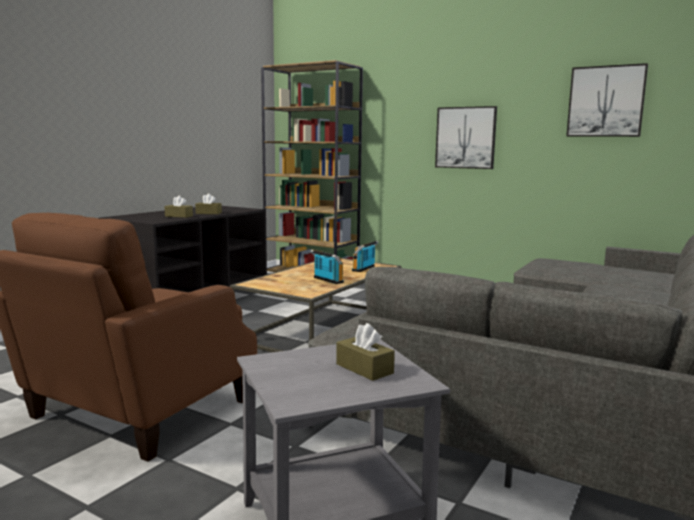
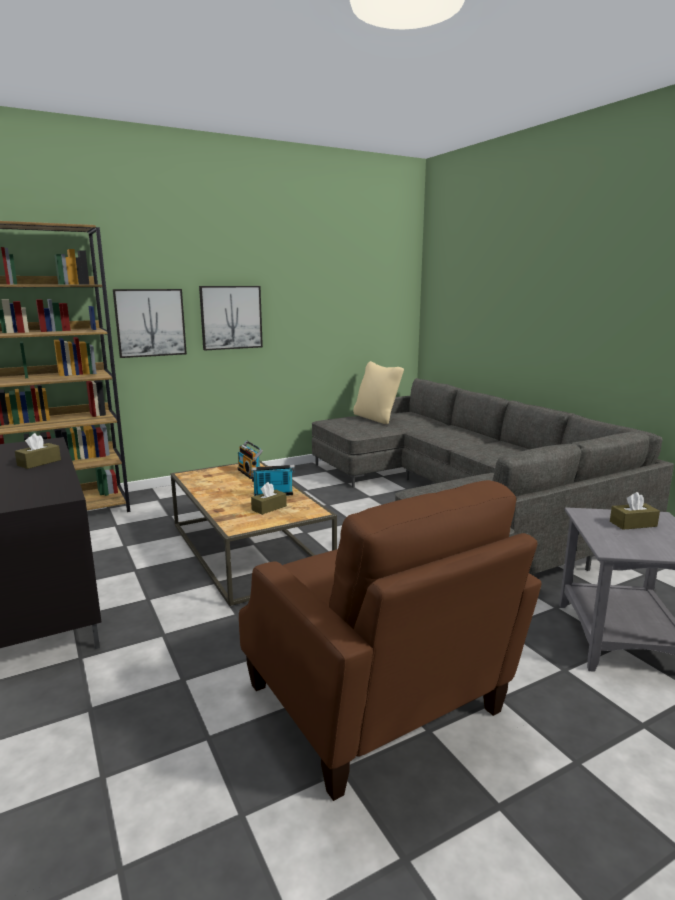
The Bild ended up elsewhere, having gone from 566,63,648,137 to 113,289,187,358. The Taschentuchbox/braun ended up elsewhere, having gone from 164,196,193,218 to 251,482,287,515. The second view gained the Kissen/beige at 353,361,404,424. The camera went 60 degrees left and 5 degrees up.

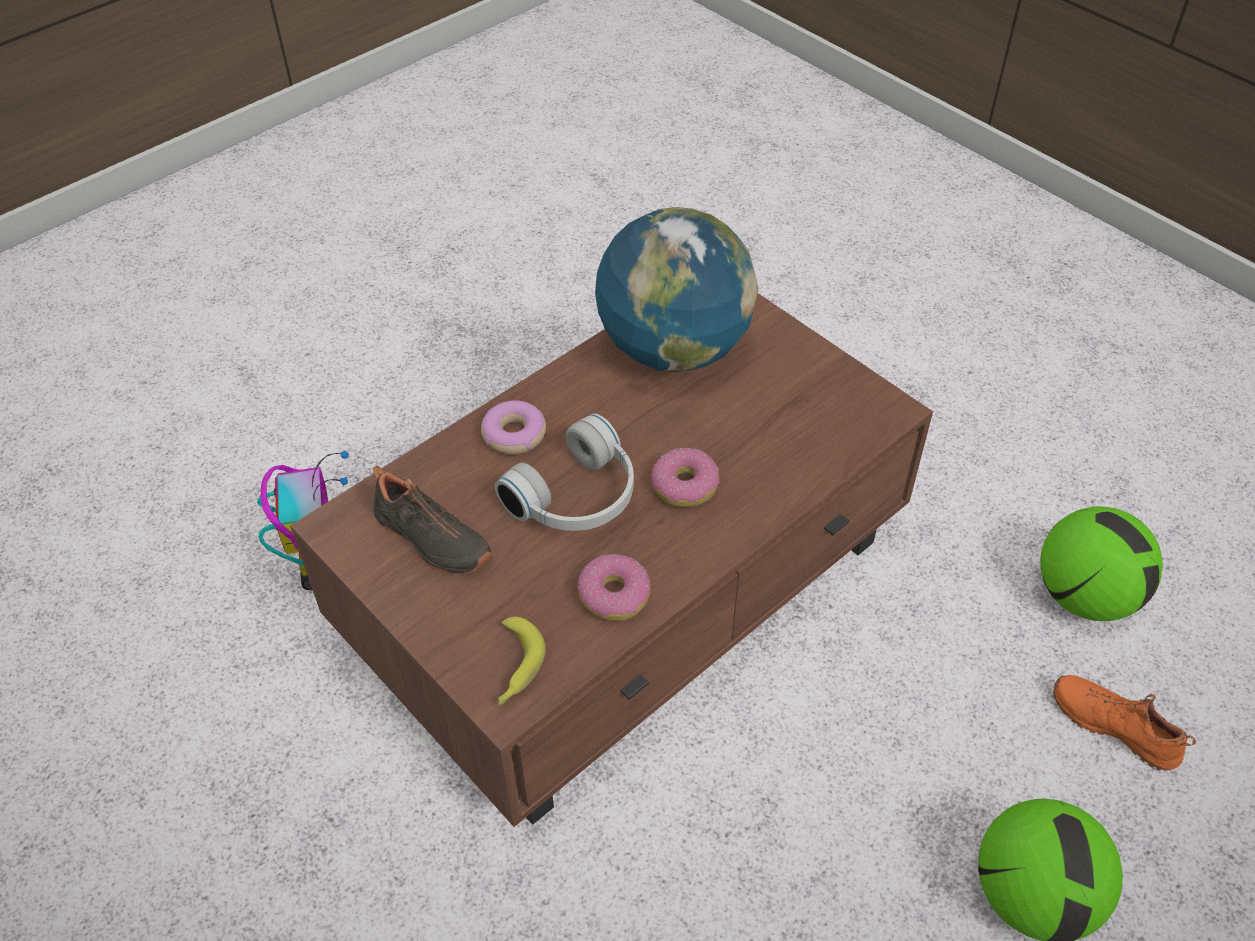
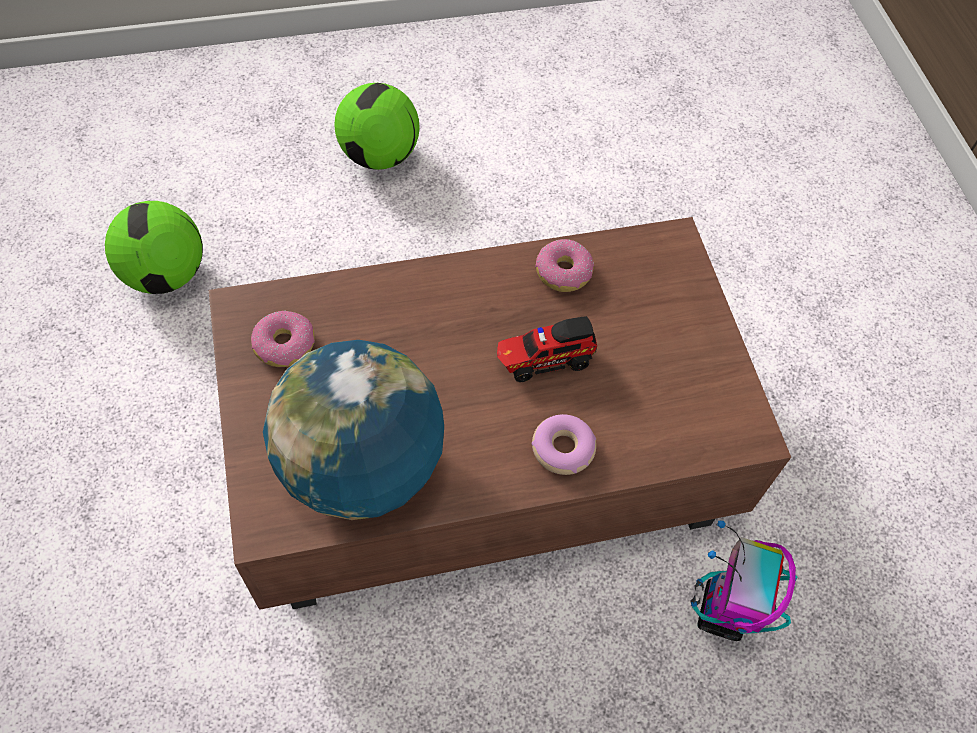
The Donut ended up elsewhere, having gone from 651,448,719,507 to 251,311,315,367. Where the Kopfhörer/weiß stood at 495,414,634,531, the Spielzeuglaster came to stand at 497,316,597,382. The second view lost the Schuh/schwarz at 372,466,492,574. The second view lost the Banane at 498,617,546,705. The second view lost the Schuh/orange at 1053,675,1196,771. The camera went 155 degrees left and 10 degrees up.

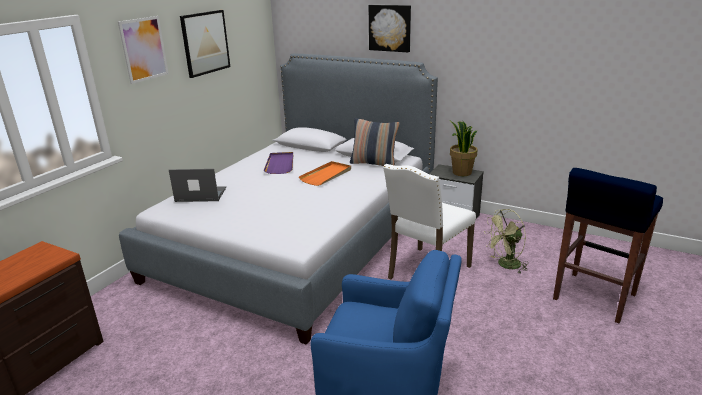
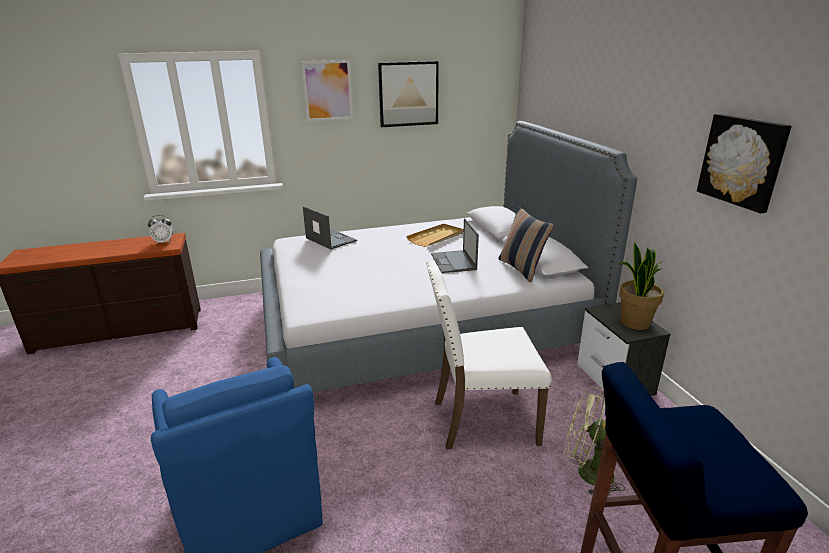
The second view gained the Wecker at 148,215,173,244. What was the Tablett/lila at 264,152,293,174 turned into the Tablett/beige at 406,224,463,247. Where the Tablett/orange stood at 299,161,351,186, the Laptop came to stand at 431,218,479,273. The Bild ended up elsewhere, having gone from 369,5,411,52 to 697,114,792,213. The camera went 45 degrees right and 0 degrees up.

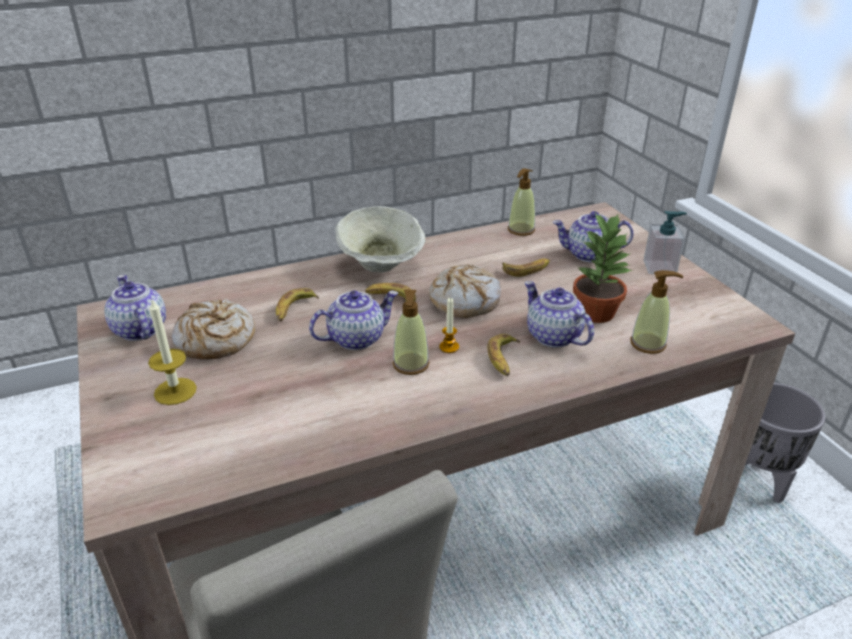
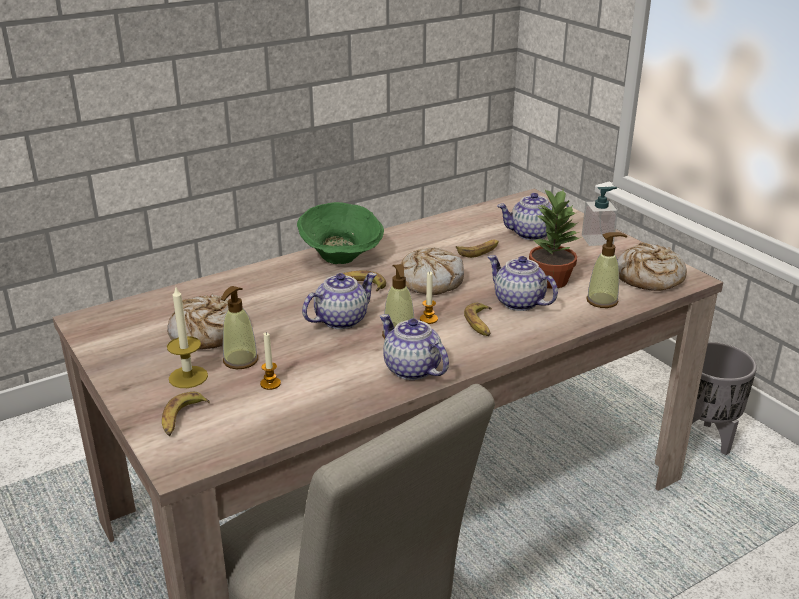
The Banane ended up elsewhere, having gone from 276,288,319,322 to 162,392,210,436. The Seifenspender ended up elsewhere, having gone from 508,168,535,236 to 221,286,258,369. The second view gained the Kerze at 260,332,281,390. What was the Schüssel/beige at 335,206,426,272 turned into the Schüssel/grün at 297,202,384,264. The Teekanne ended up elsewhere, having gone from 104,275,166,341 to 380,314,449,380. The second view gained the Brot at 617,243,687,291. The camera went 10 degrees left and 5 degrees down.

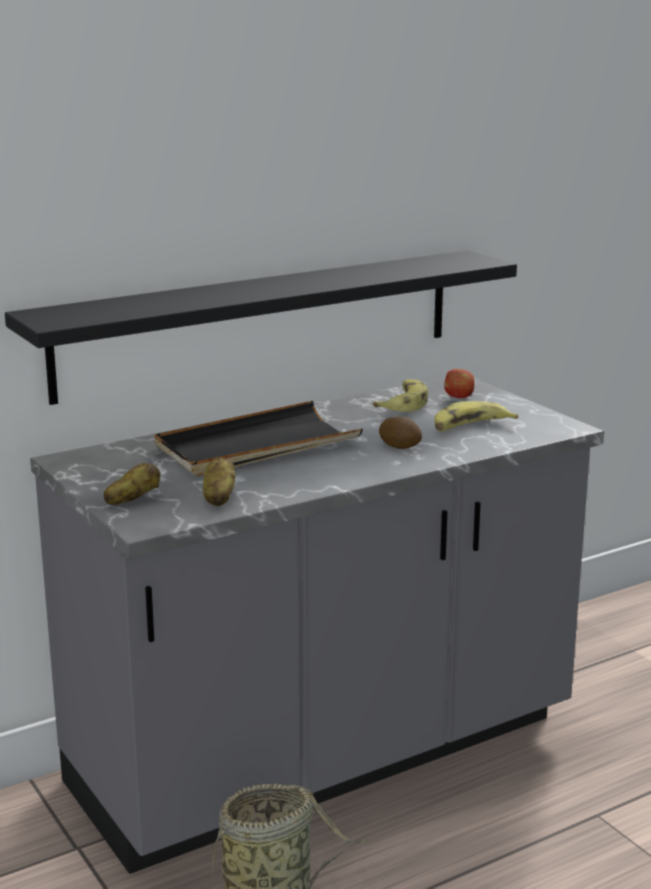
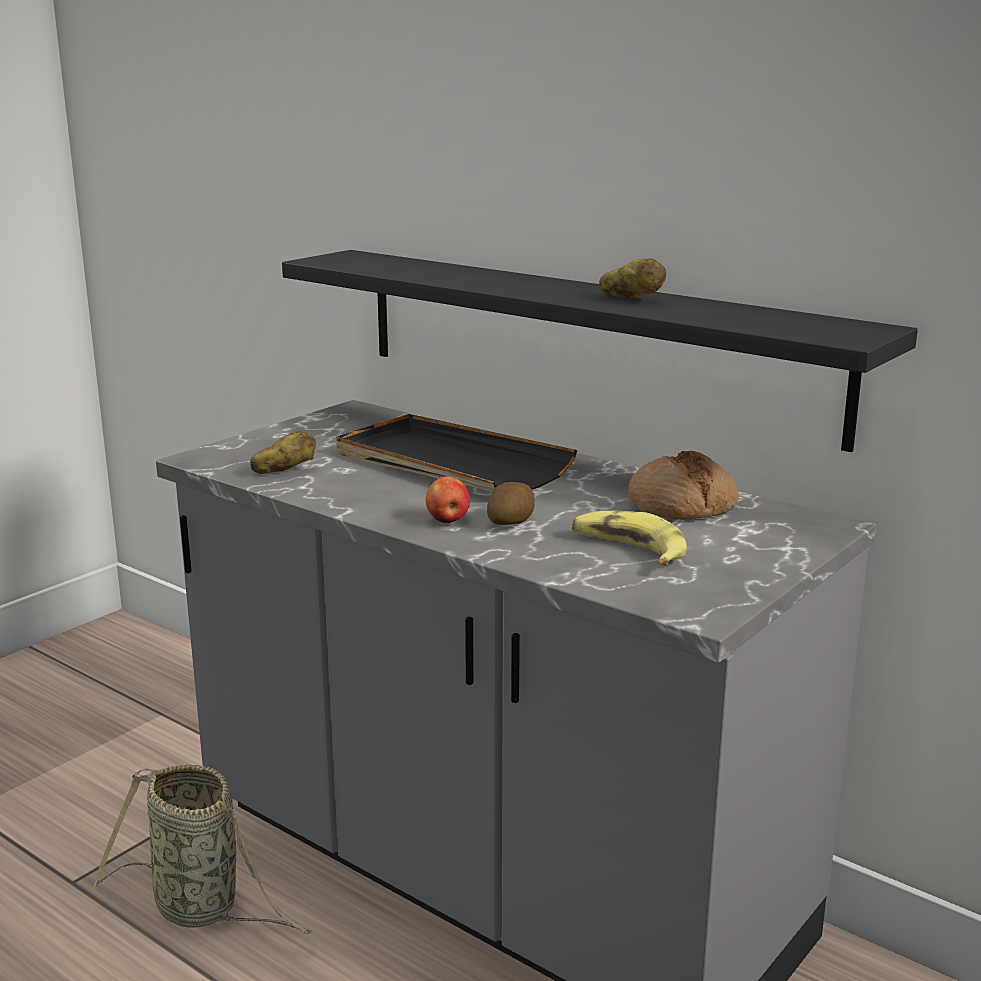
The Apfel ended up elsewhere, having gone from 444,369,475,398 to 426,477,470,523. The Kartoffel ended up elsewhere, having gone from 104,463,160,505 to 599,258,666,298. Where the Banane stood at 373,379,428,412, the Brot came to stand at 628,451,739,520. The camera went 70 degrees right and 0 degrees up.

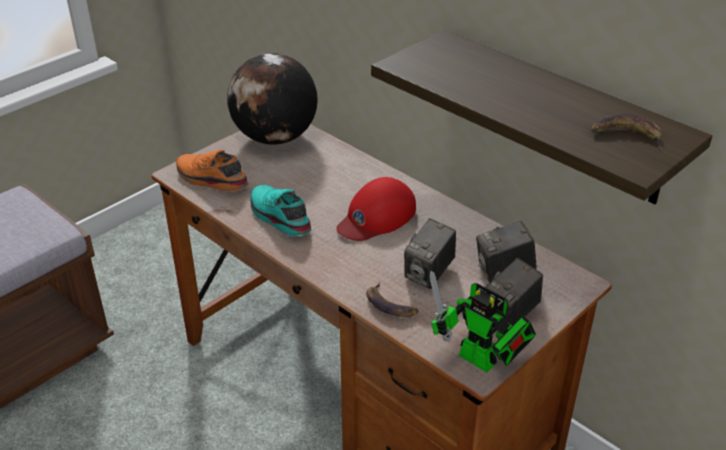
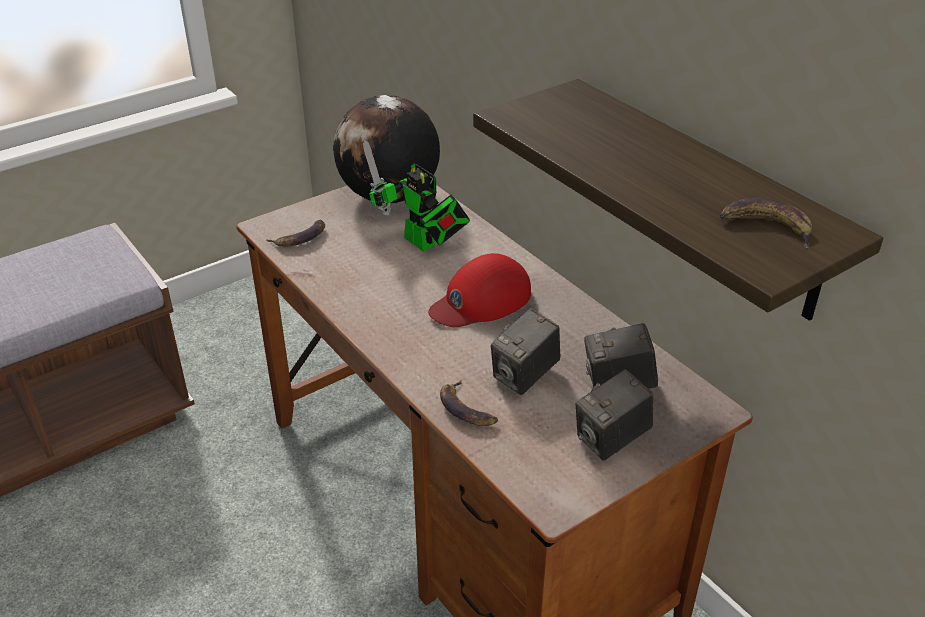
Where the Schuh/orange stood at 176,150,249,192, the Banane came to stand at 267,220,325,247. The Spielzeugroboter ended up elsewhere, having gone from 430,271,536,372 to 363,140,470,251. The second view lost the Schuh/türkis at 250,185,312,237. The camera went 10 degrees right and 0 degrees up.

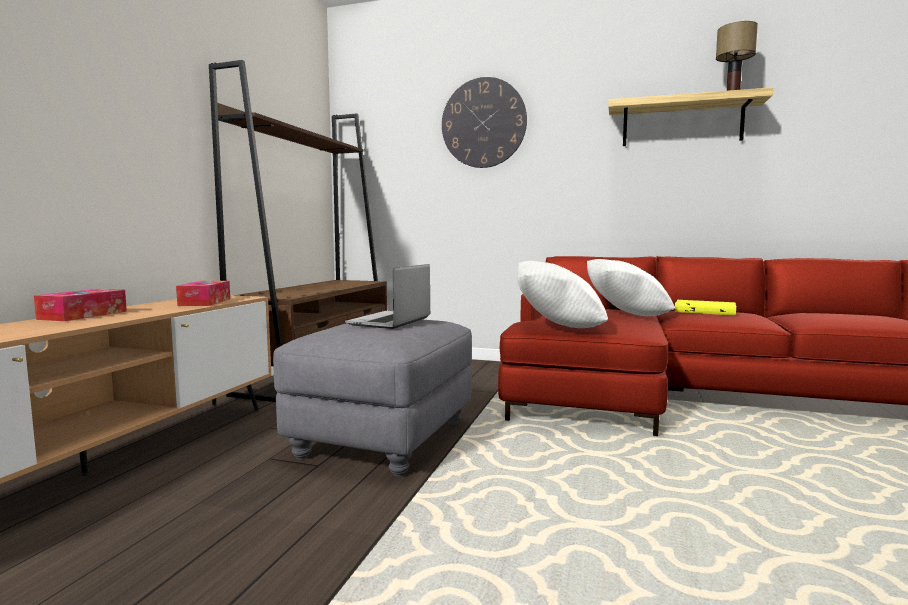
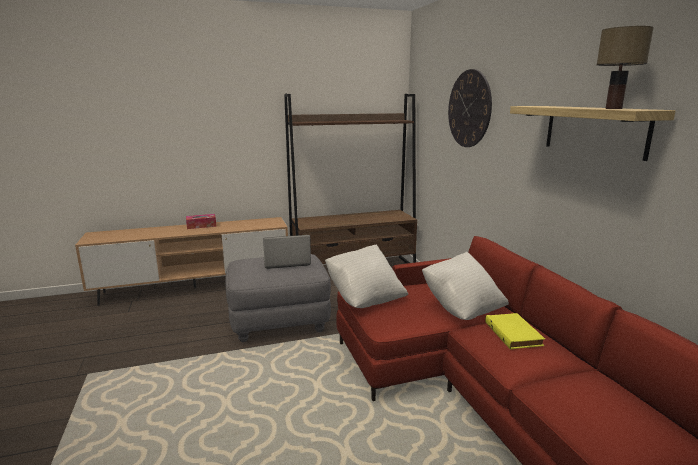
The second view lost the Taschentuchbox at 176,281,230,306. The camera went 55 degrees right and 10 degrees up.

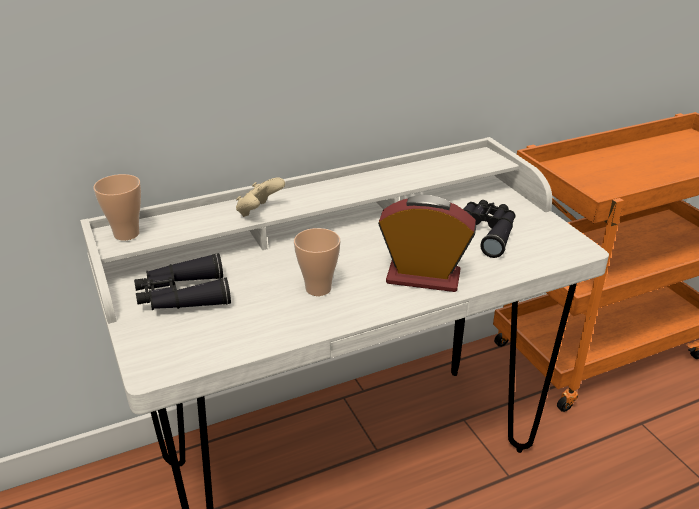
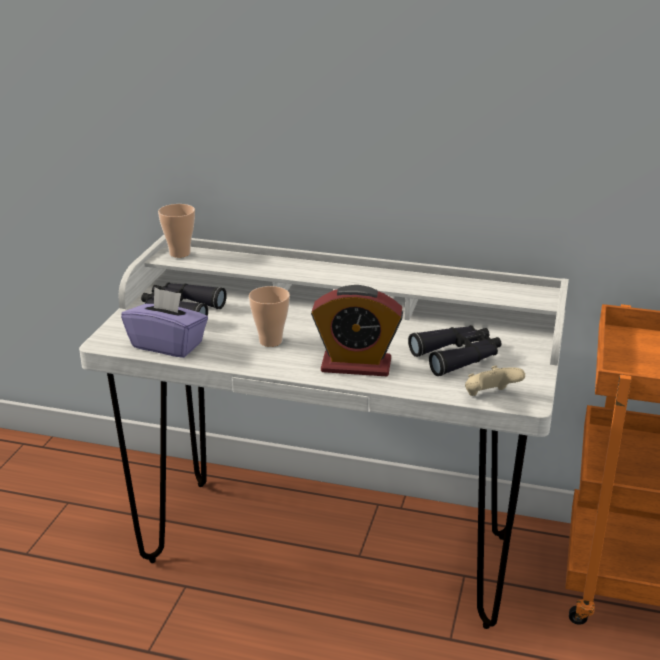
The second view gained the Taschentuchbox/lila at 121,287,208,358. The Wecker at 378,195,476,292 ended up facing another way, 135 degrees clockwise from before. The Gamepad/beige ended up elsewhere, having gone from 236,177,285,217 to 465,365,525,396. The camera went 40 degrees right and 5 degrees down.

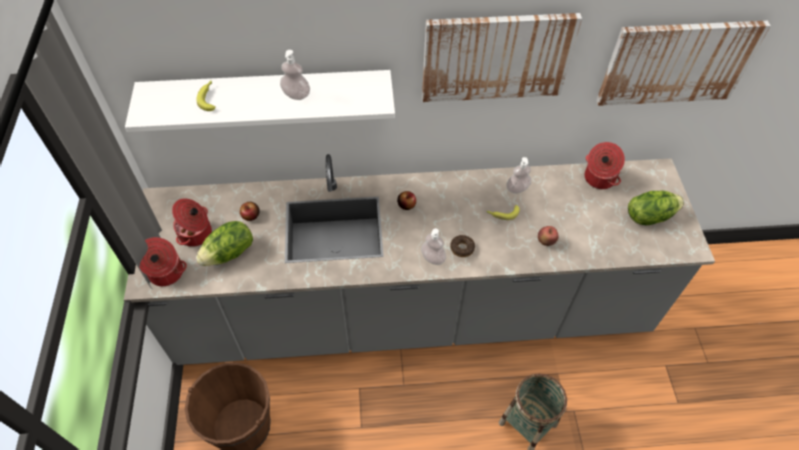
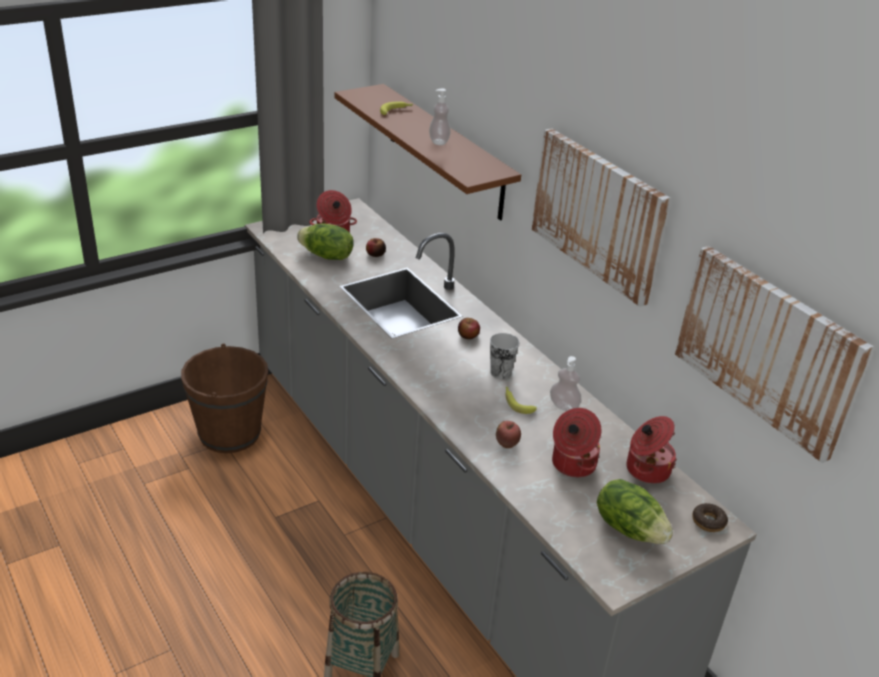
What was the Wandregal/weiß at 125,70,395,132 turned into the Wandregal/braun at 334,84,521,220. The second view gained the Tasse at 490,333,519,379. The Kochtopf ended up elsewhere, having gone from 140,237,187,286 to 552,408,601,478. The Donut ended up elsewhere, having gone from 450,235,475,257 to 692,503,728,532. The second view lost the Seifenspender at 421,228,446,265. The camera went 60 degrees right and 20 degrees down.

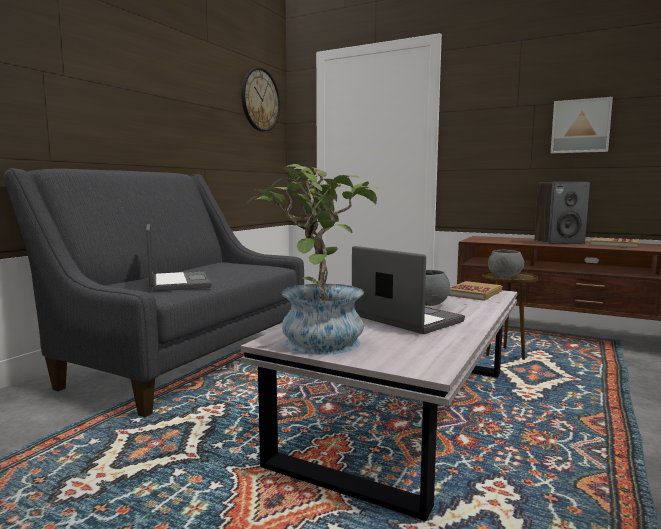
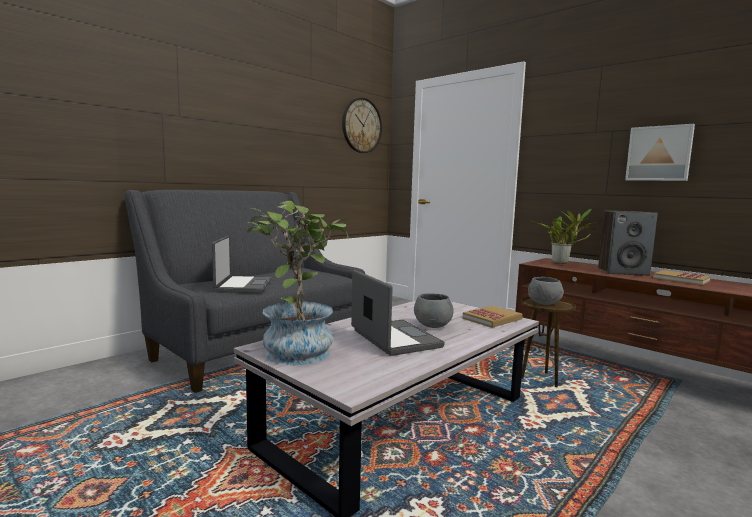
The second view gained the Topfpflanze at 530,209,596,264. The camera went 15 degrees right and 0 degrees up.

